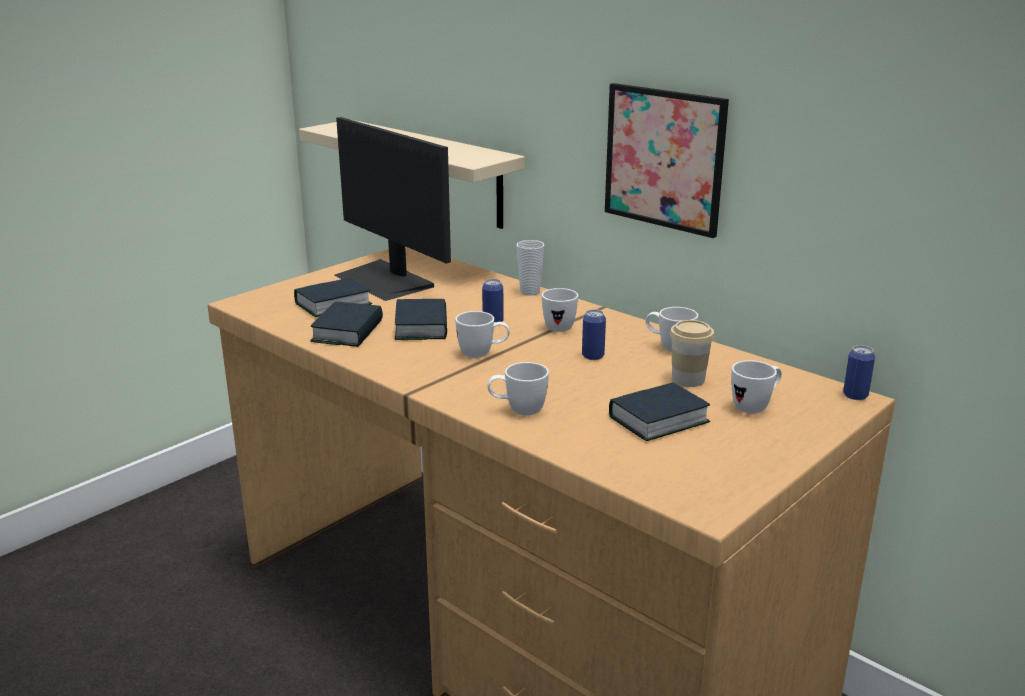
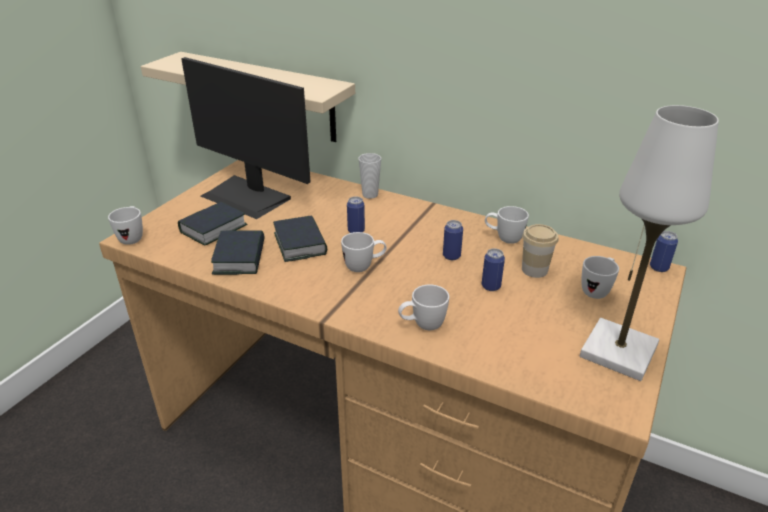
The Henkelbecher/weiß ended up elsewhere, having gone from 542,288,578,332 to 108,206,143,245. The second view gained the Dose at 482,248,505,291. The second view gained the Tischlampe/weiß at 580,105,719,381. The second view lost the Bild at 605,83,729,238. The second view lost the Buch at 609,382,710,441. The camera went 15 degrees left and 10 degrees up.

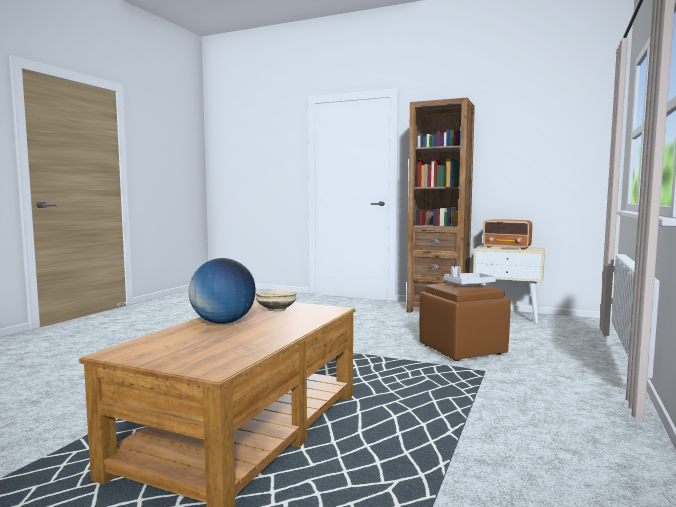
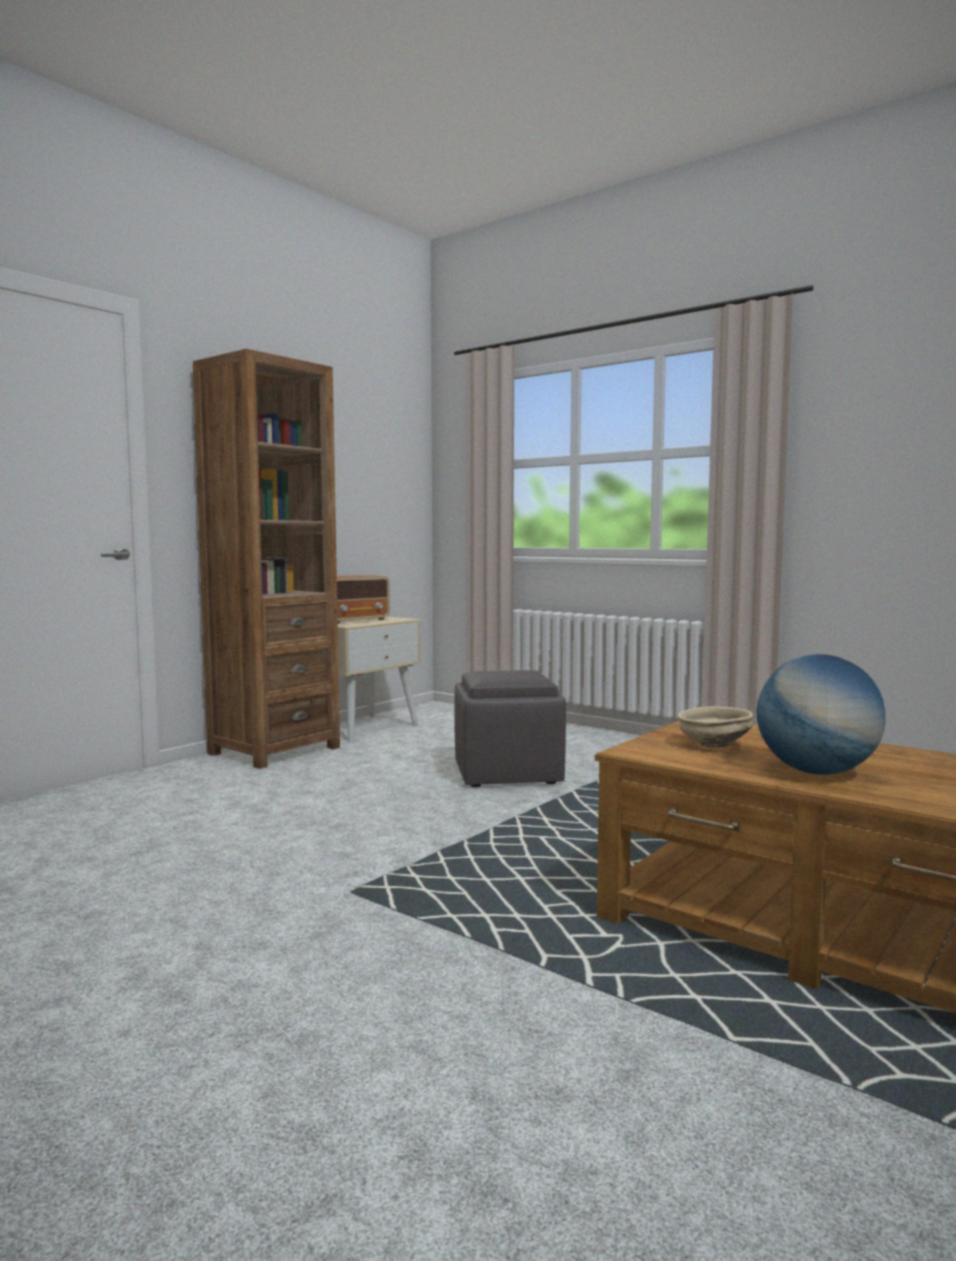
What was the Polsterhocker/braun at 419,282,511,361 turned into the Polsterhocker/grau at 454,670,566,787. The second view lost the Tablett/grau at 444,266,496,285. The camera went 75 degrees left and 0 degrees up.

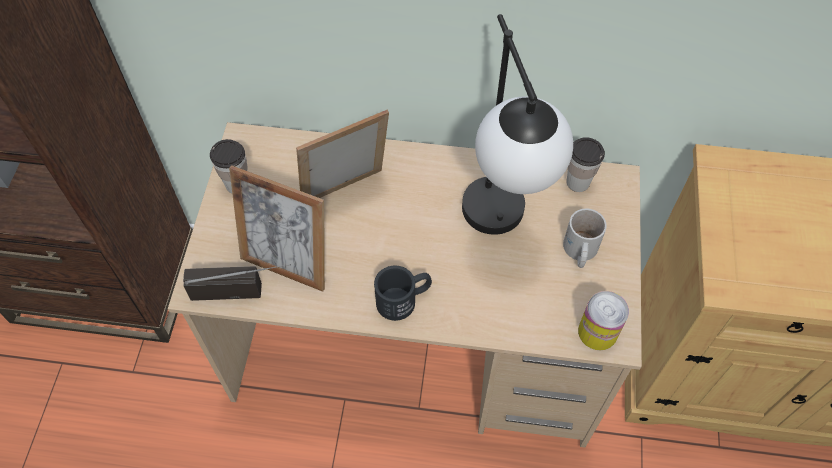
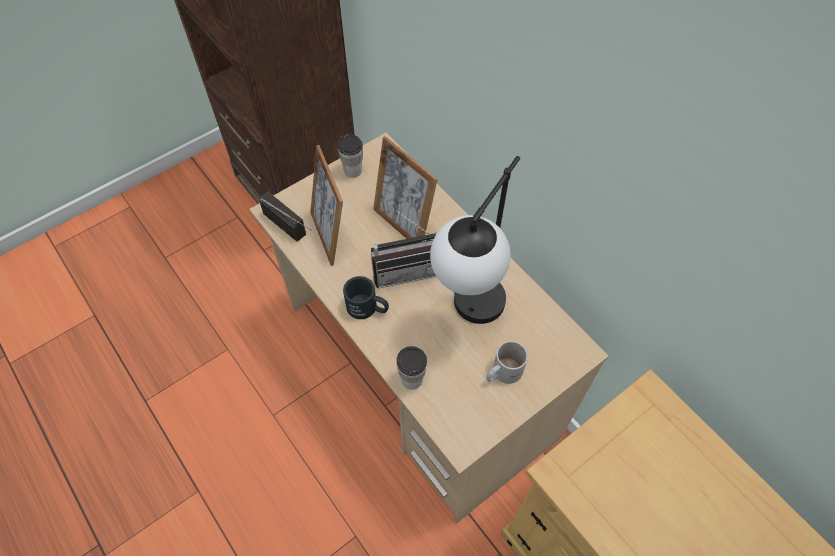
The second view gained the Radio at 371,208,437,288. The Bilderrahmen at 296,110,389,198 ended up facing another way, 150 degrees counterclockwise from before. The Tasse ended up elsewhere, having gone from 567,137,605,192 to 397,346,427,389. The second view lost the Dose at 578,291,629,350. The camera went 45 degrees right and 0 degrees up.

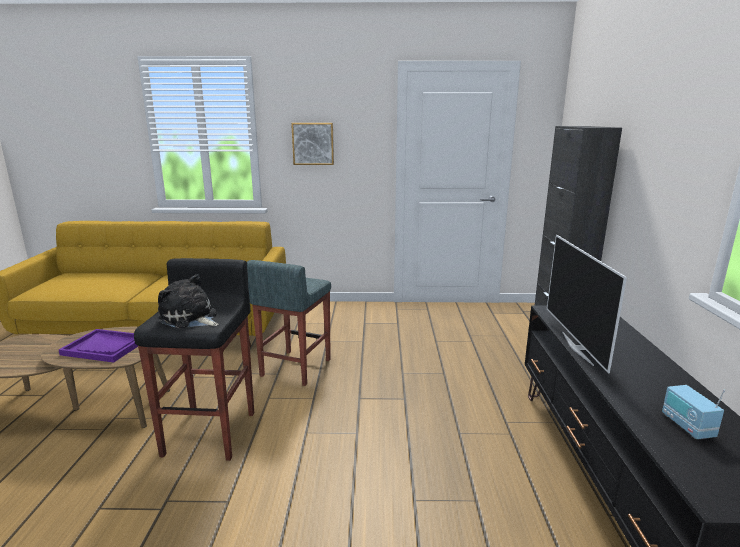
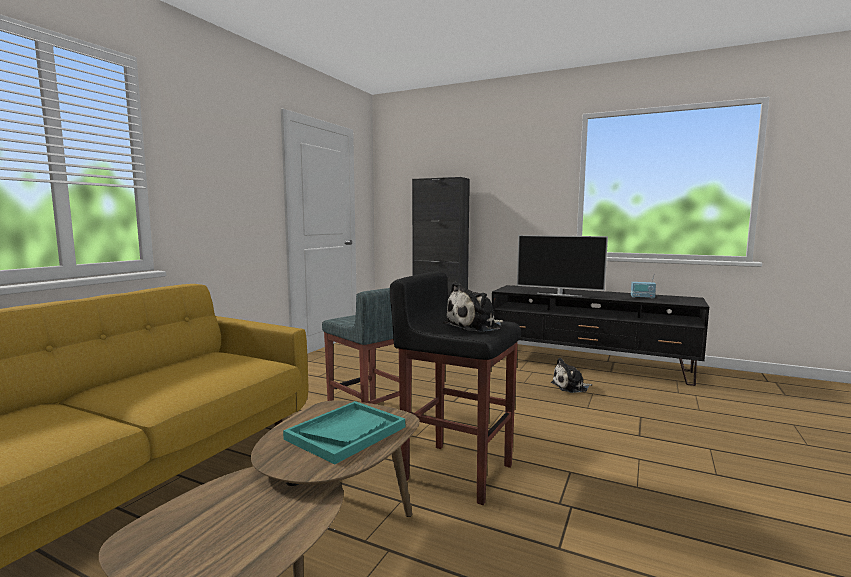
What was the Tablett/lila at 59,329,138,363 turned into the Tablett/türkis at 283,401,405,464. The second view gained the Plüschtier at 551,358,592,393. The second view lost the Bild at 291,123,334,165. The camera went 65 degrees left and 10 degrees down.

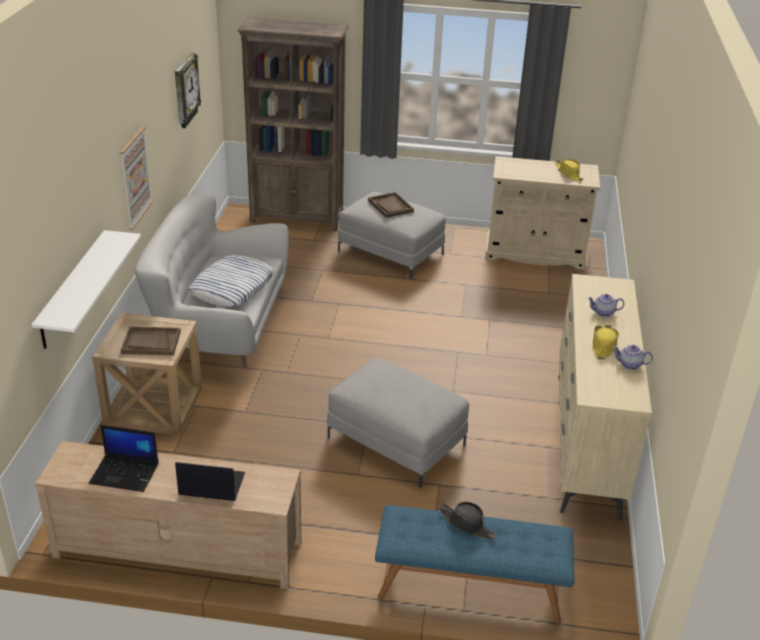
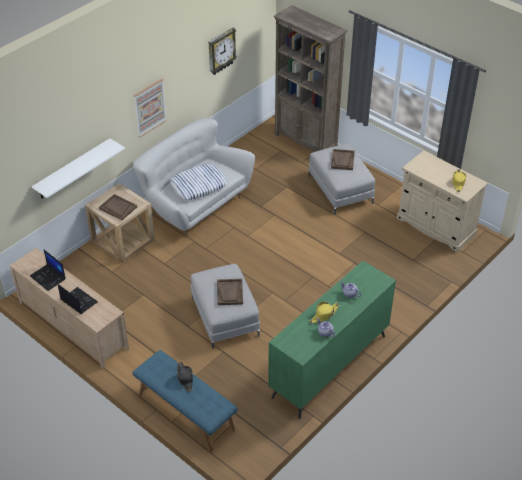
The second view gained the Tablett/braun at 217,279,243,305. What was the Kommode/beige at 558,274,652,520 turned into the Kommode/grün at 268,261,396,419. The camera went 35 degrees right and 10 degrees up.

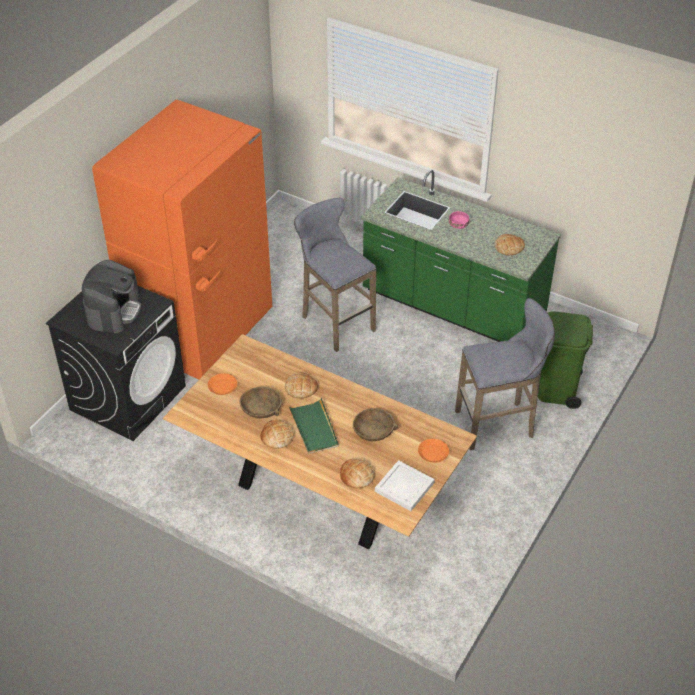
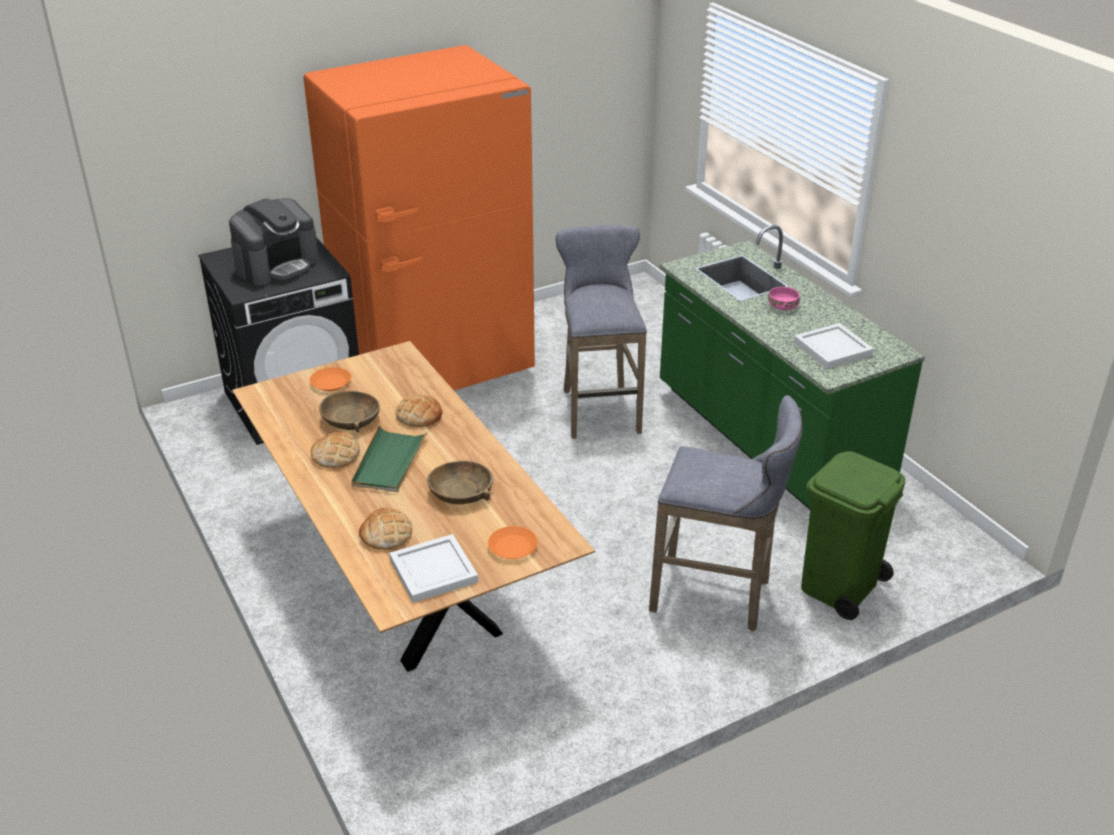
Where the Brot stood at 495,234,525,255, the Tablett/weiß came to stand at 794,323,874,369. The camera went 30 degrees right and 10 degrees down.

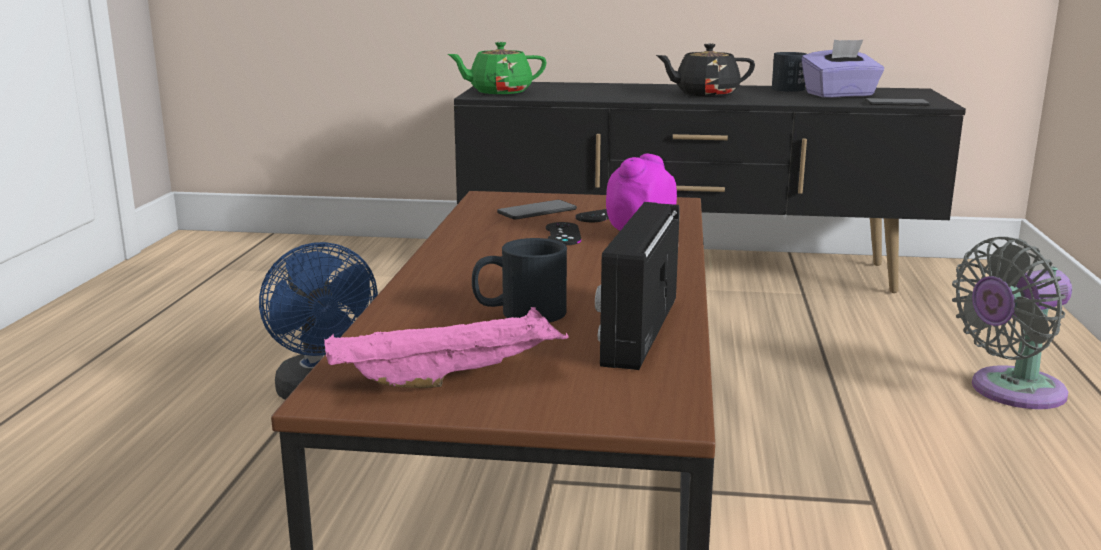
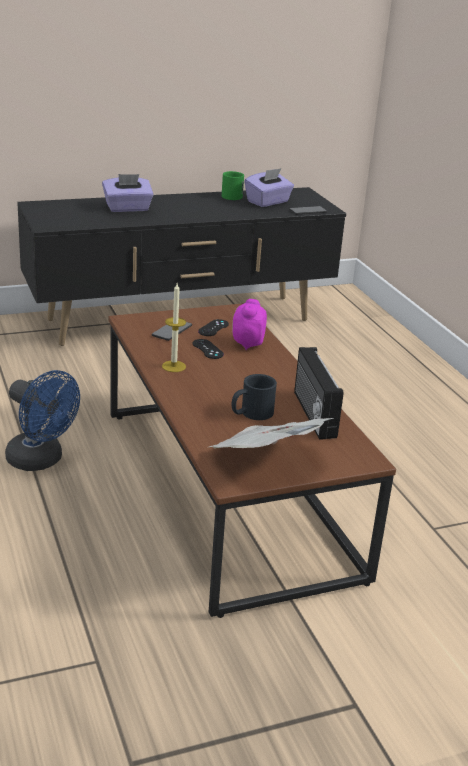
The second view gained the Taschentuchbox/lila at 102,174,154,212. The second view gained the Kerze at 162,283,186,372. Where the Tablett/rosa stood at 324,307,569,388, the Zeitung came to stand at 209,418,333,448. What was the Henkelbecher/schwarz at 772,52,807,92 turned into the Henkelbecher/grün at 222,171,244,200. The second view lost the Teekanne/grün at 447,42,547,94. The second view lost the Teekanne/schwarz at 656,43,755,97. The second view lost the Ventilator/grau at 952,237,1072,409. The camera went 30 degrees left and 10 degrees up.

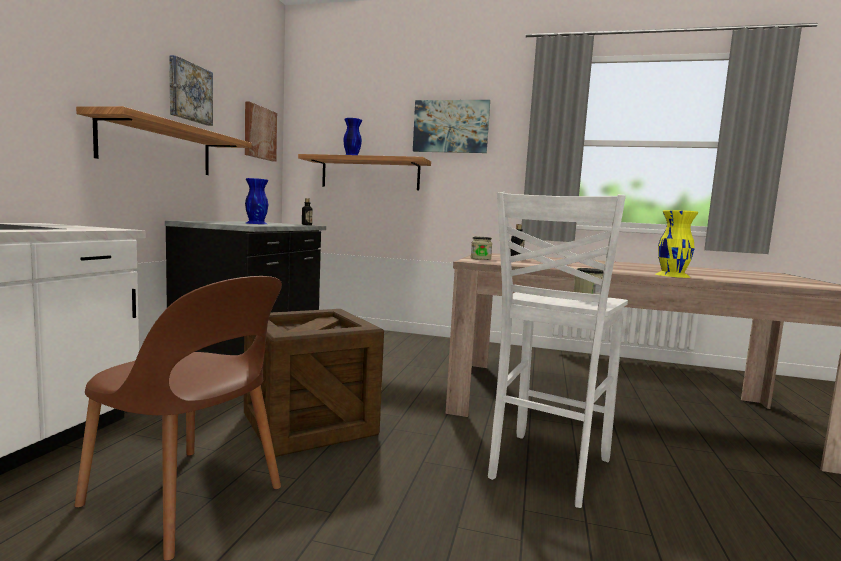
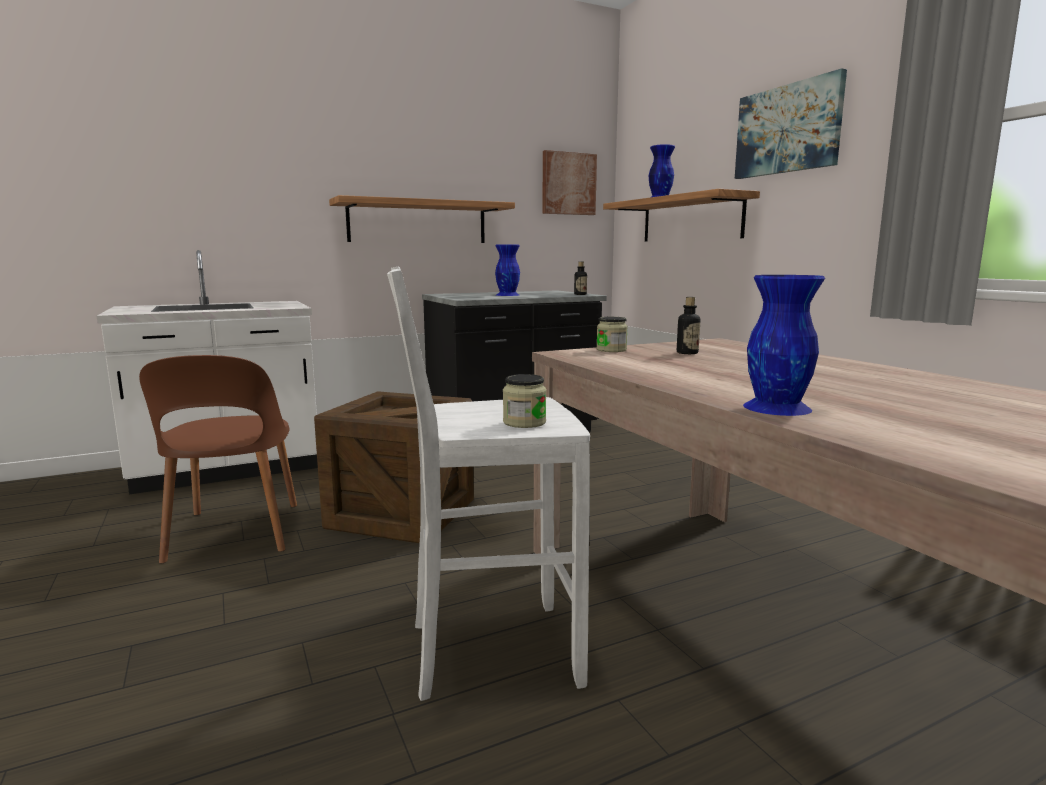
What was the Vase/gelb at 656,210,698,278 turned into the Vase/blau at 743,275,825,416. The second view lost the Bild at 169,55,213,126. The camera went 50 degrees right and 5 degrees up.

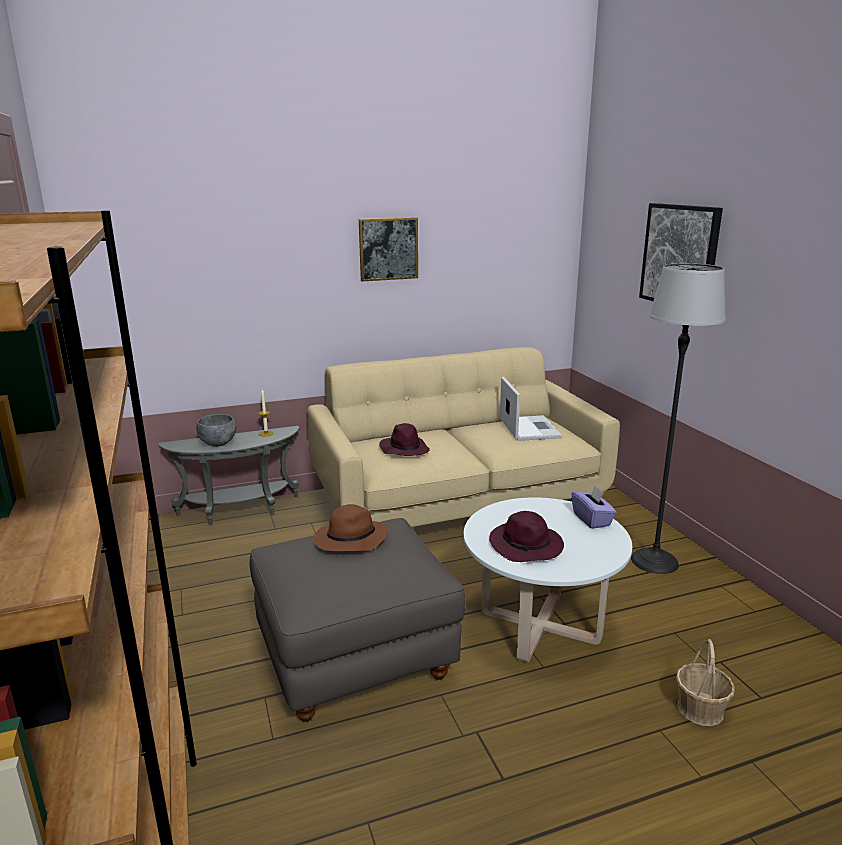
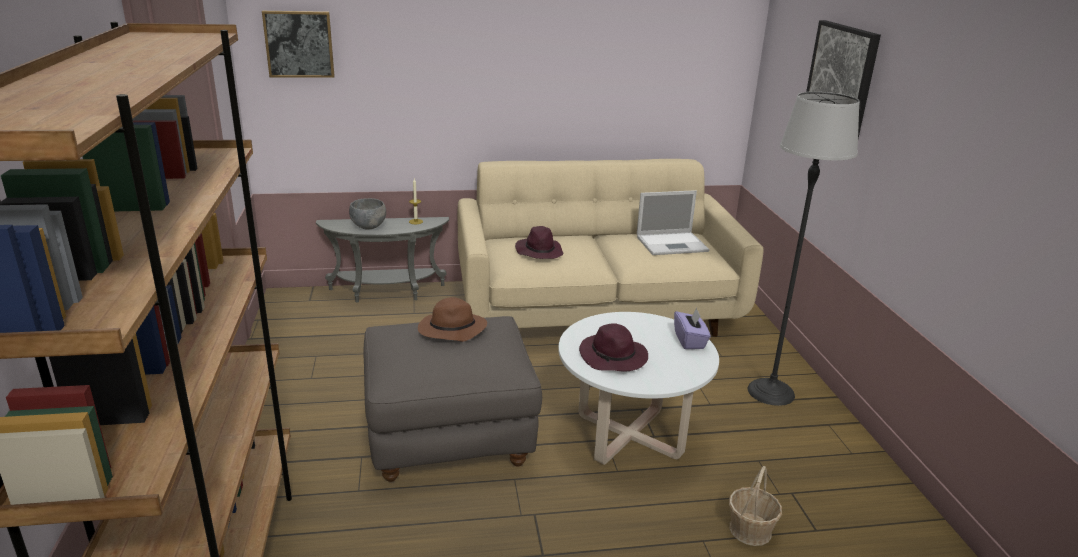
The Bild ended up elsewhere, having gone from 359,217,418,282 to 262,11,335,78. The Laptop at 500,377,563,441 ended up facing another way, 75 degrees clockwise from before. The camera went 10 degrees right and 5 degrees up.

